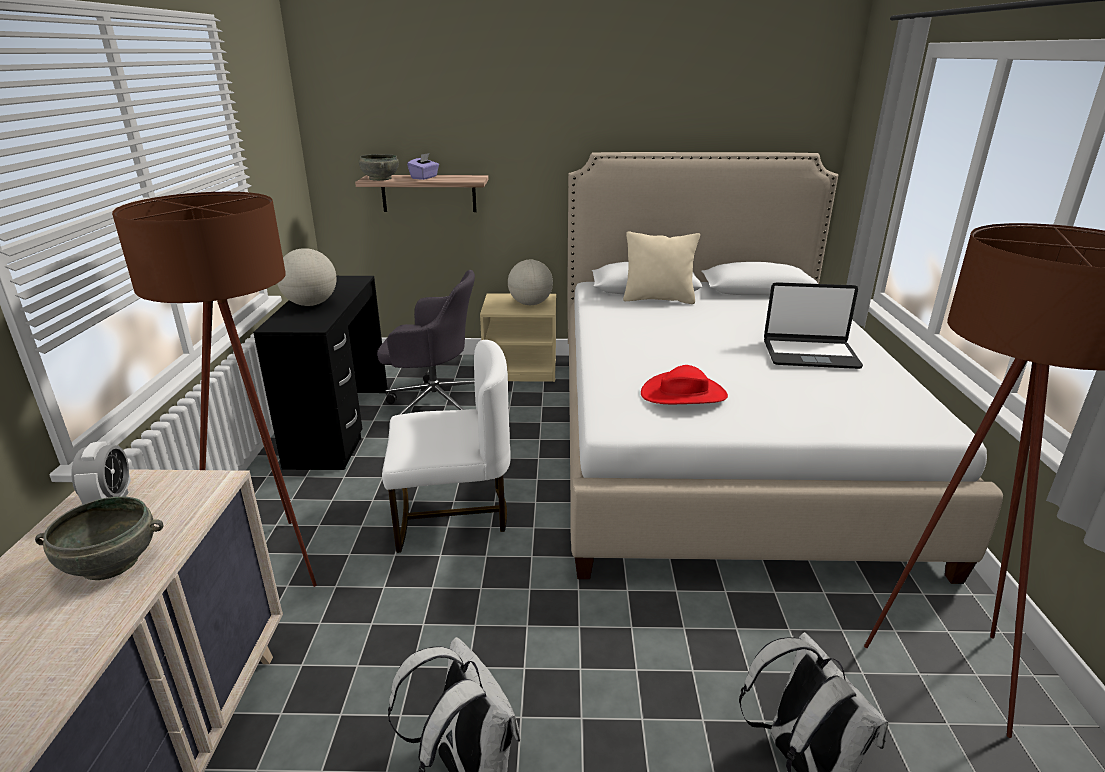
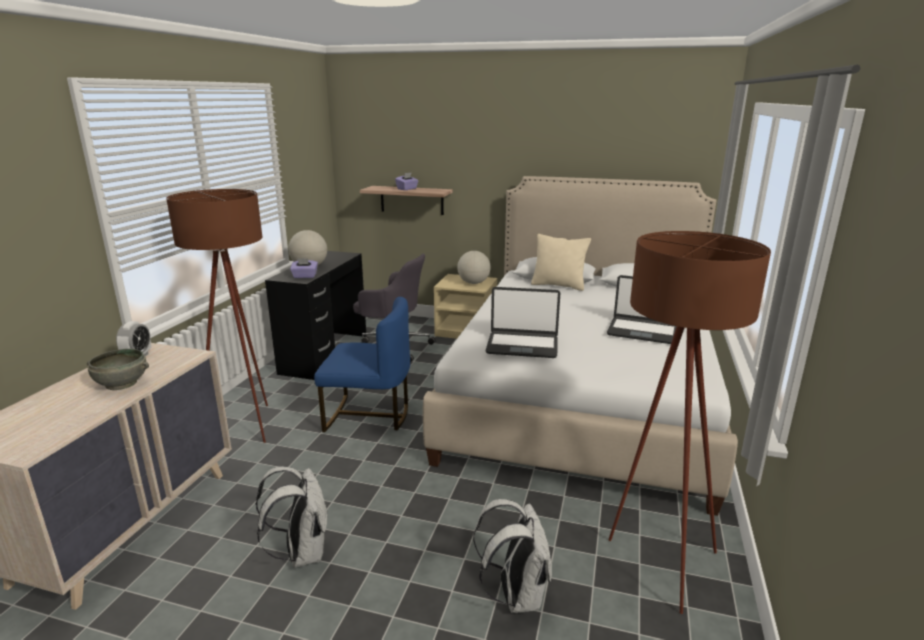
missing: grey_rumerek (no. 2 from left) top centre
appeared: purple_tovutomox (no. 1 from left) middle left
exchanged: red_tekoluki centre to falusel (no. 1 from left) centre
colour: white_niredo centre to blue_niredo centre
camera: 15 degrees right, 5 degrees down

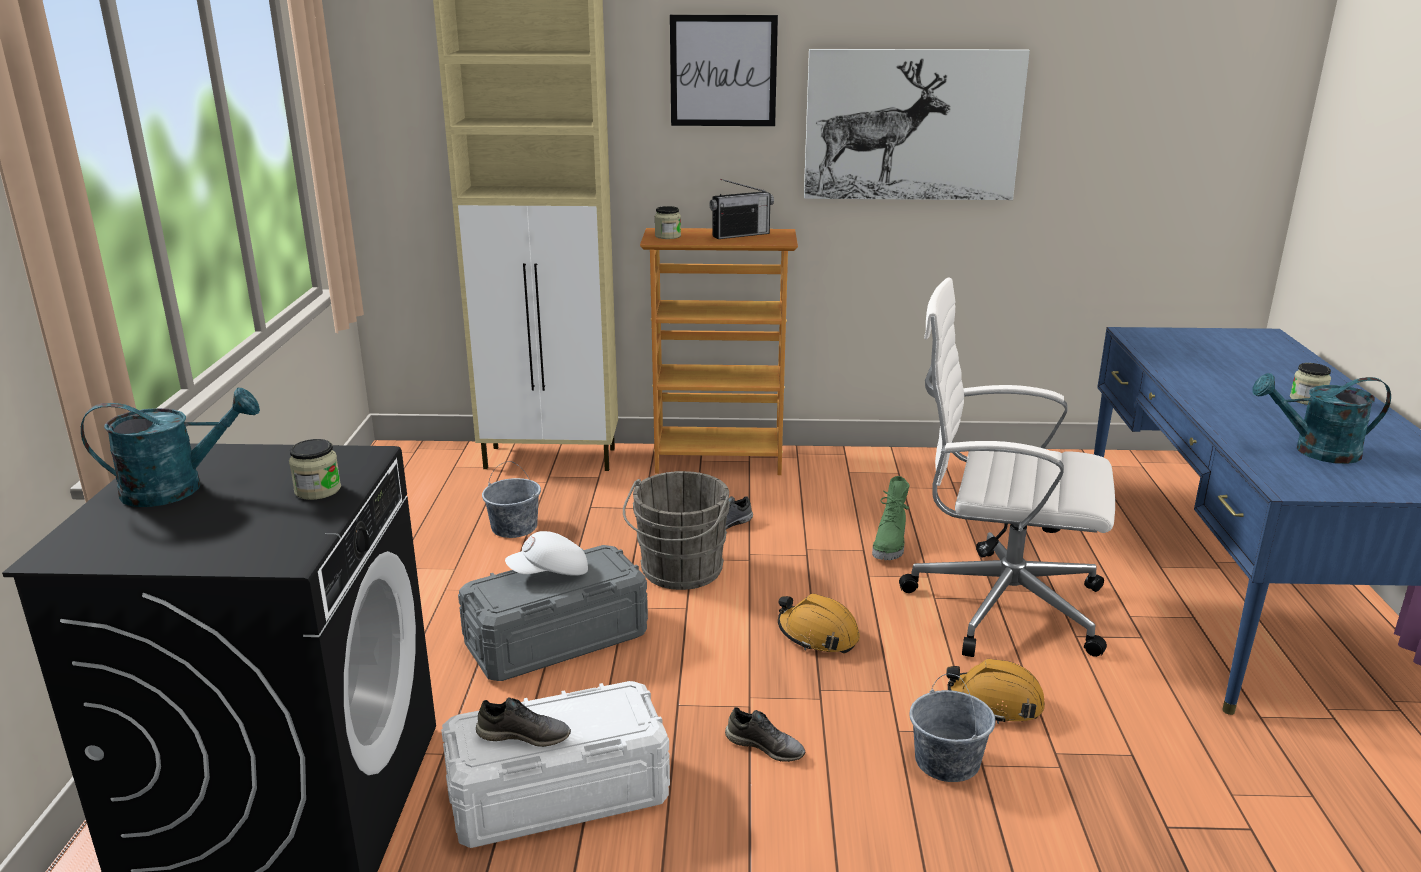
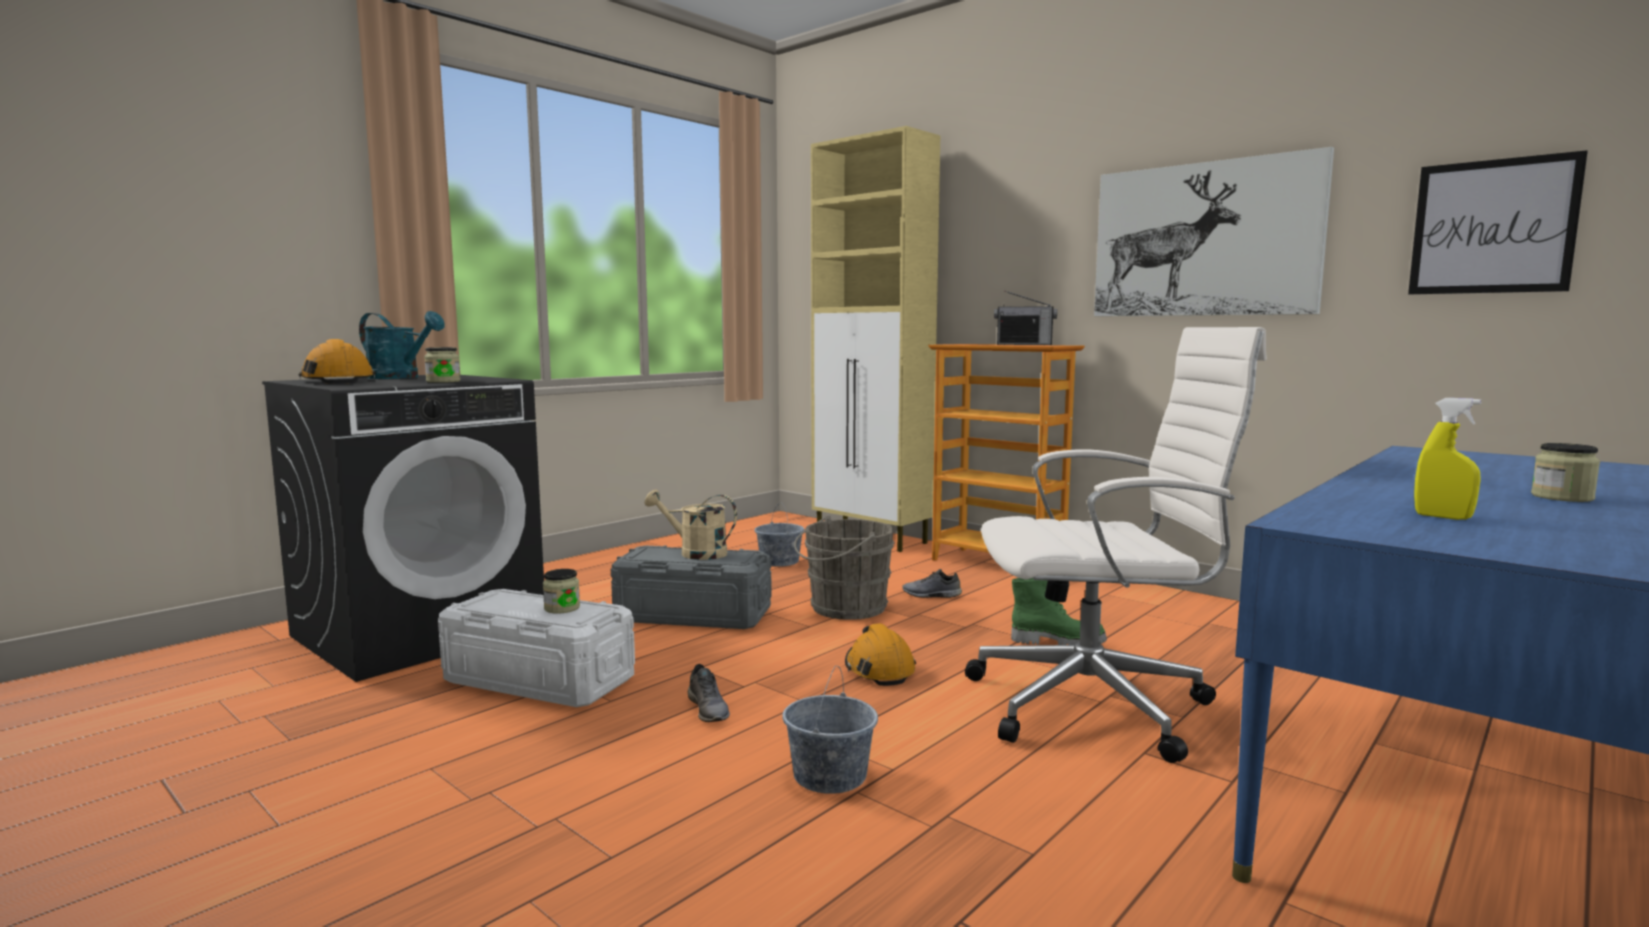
missing: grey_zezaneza (no. 1 from left) bottom centre
relocated: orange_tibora (no. 2 from left in the first image) bottom right to orange_tibora (no. 1 from left) middle left; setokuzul (no. 2 from left) top centre to centre; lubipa (no. 1 from left in the first image) top centre to lubipa (no. 2 from left) top right
exchanged: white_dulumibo centre to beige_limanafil centre; turquoise_limanafil (no. 2 from left) middle right to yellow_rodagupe middle right
spun: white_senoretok middle right = middle right 120 degrees clockwise; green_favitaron centre = centre 135 degrees counterclockwise
camera: 40 degrees right, 15 degrees down

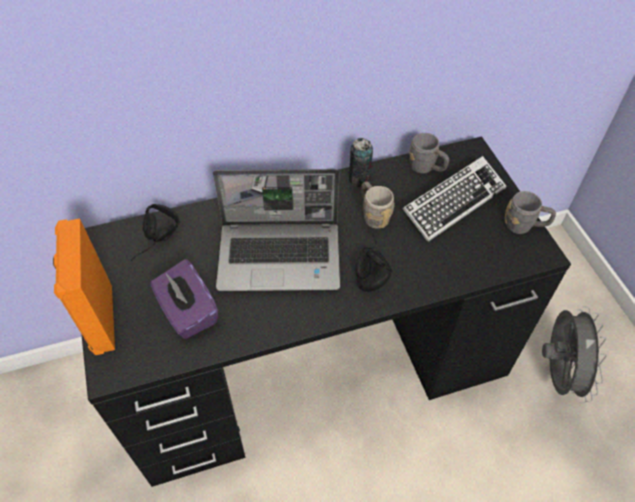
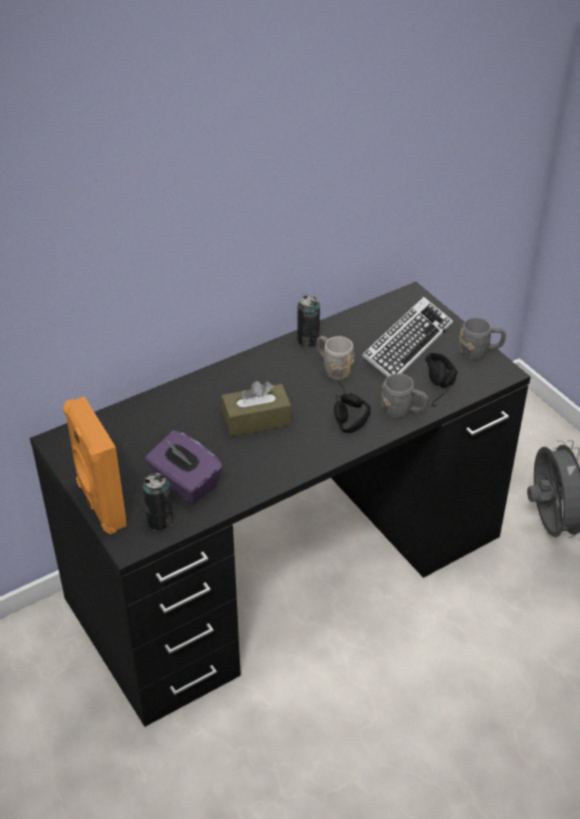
appeared: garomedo (no. 1 from left) middle left
relocated: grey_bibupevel (no. 2 from left) top right to middle right; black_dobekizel (no. 1 from left in the first image) middle left to black_dobekizel (no. 2 from left) middle right
exchanged: falusel centre to brown_tovutomox centre
camera: 15 degrees left, 10 degrees down

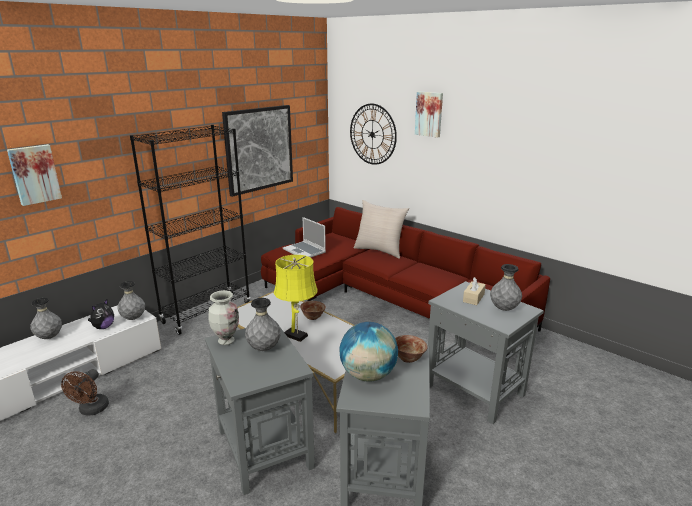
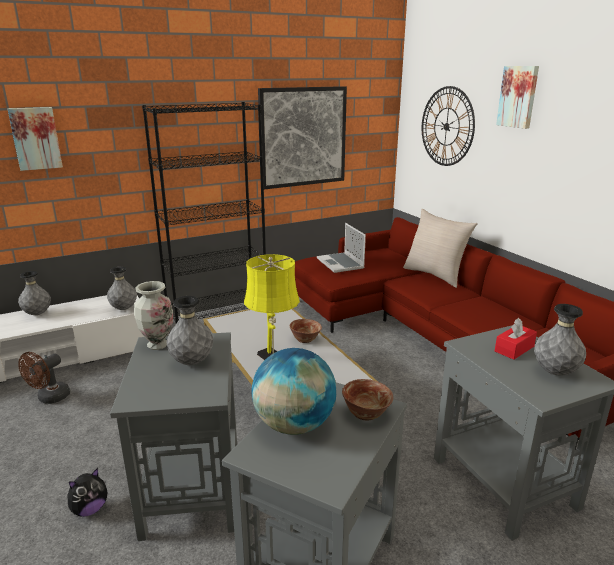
relocated: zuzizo middle left to bottom left
colour: beige_tovutomox middle right to red_tovutomox middle right
camera: 20 degrees right, 0 degrees up

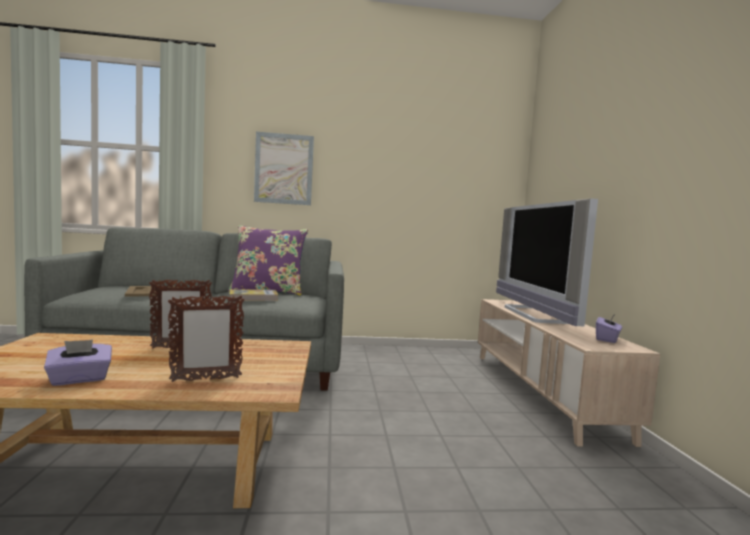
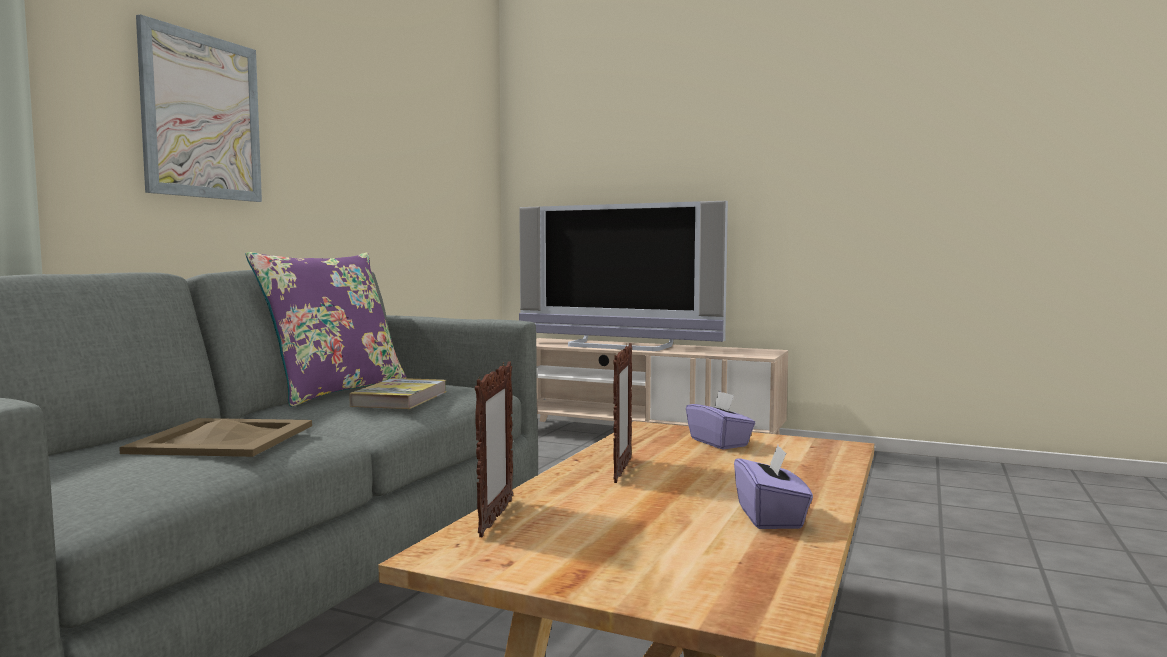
relocated: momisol (no. 2 from left in the first image) middle left to momisol (no. 1 from left) bottom centre; purple_tovutomox (no. 2 from left in the first image) middle right to purple_tovutomox (no. 1 from left) centre
camera: 60 degrees left, 0 degrees up

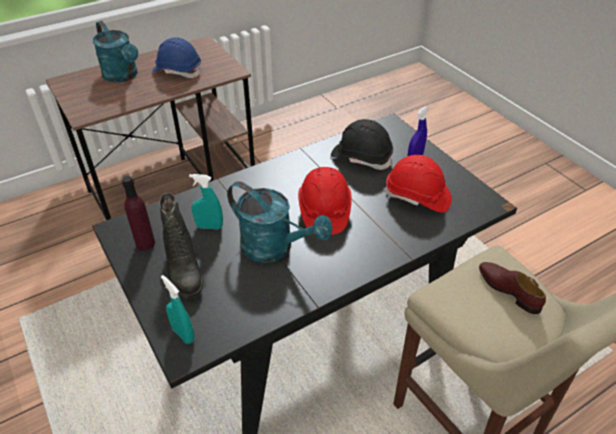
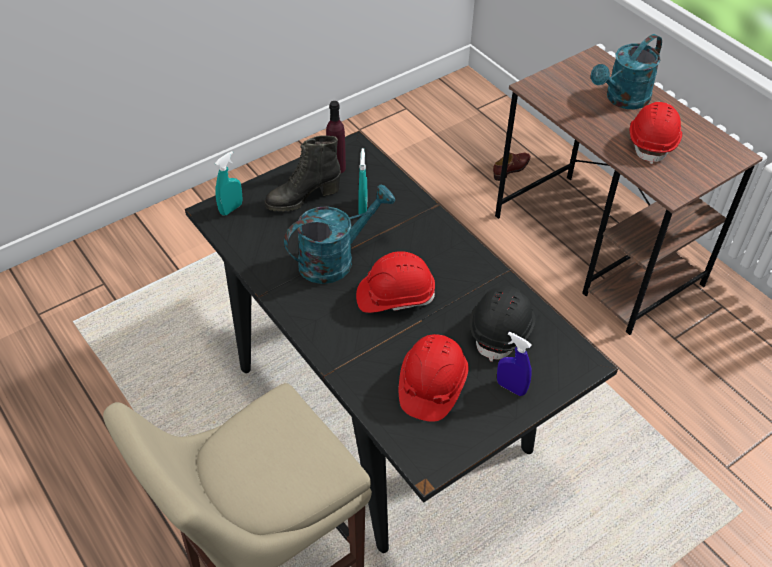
relocated: brown_zezaneza middle right to top centre
colour: blue_tibora top left to red_tibora (no. 3 from left) top right
spun: turquoise_limanafil (no. 2 from left in the first image) centre = centre 150 degrees counterclockwise
camera: 85 degrees right, 5 degrees up

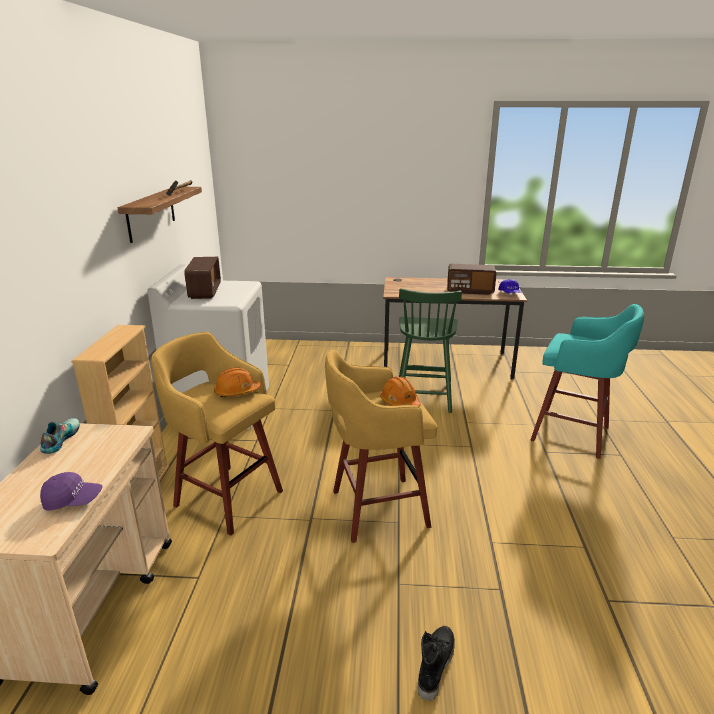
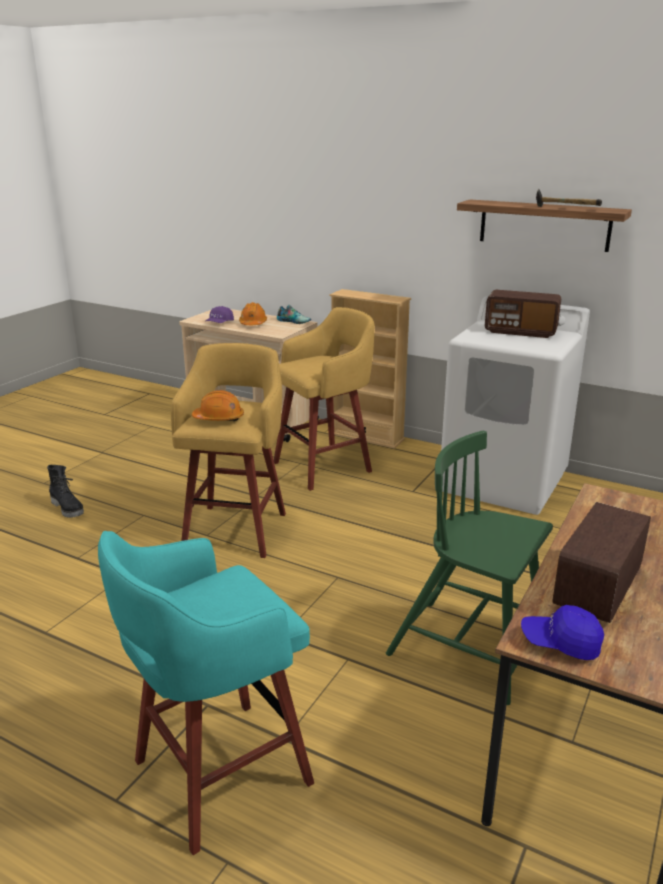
relocated: orange_tibora (no. 1 from left in the first image) middle left to orange_tibora (no. 2 from left) centre
camera: 115 degrees right, 0 degrees up

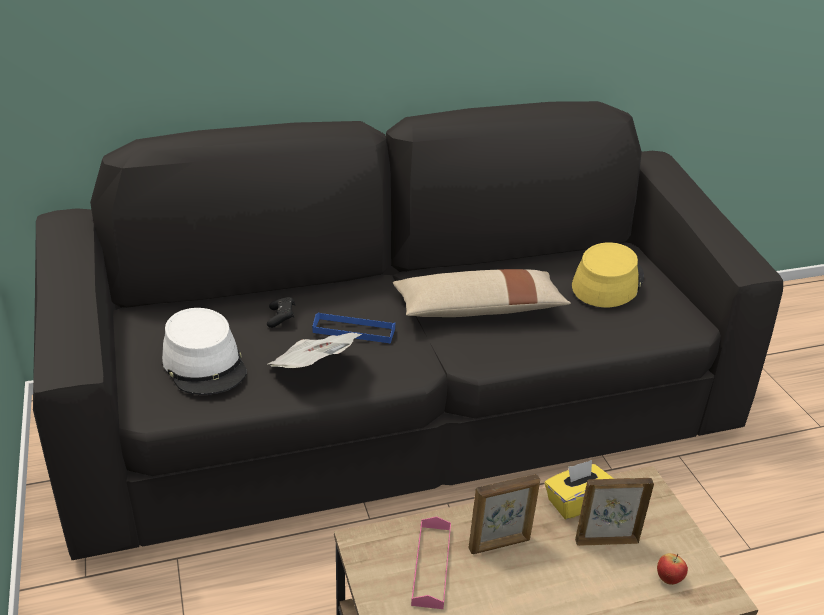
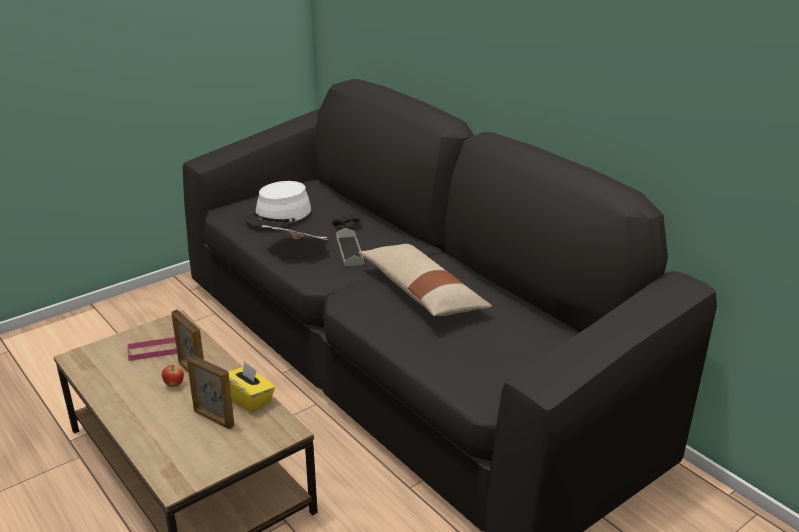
missing: yellow_tekoluki middle right
relocated: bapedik bottom right to bottom left
colour: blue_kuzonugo centre to grey_kuzonugo centre
spun: momisol (no. 2 from left) bottom right = bottom left 150 degrees clockwise
camera: 70 degrees right, 5 degrees down

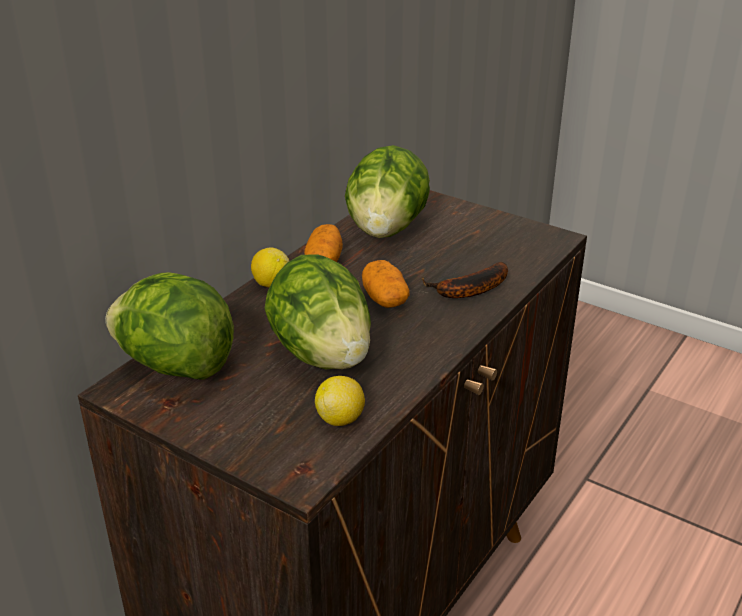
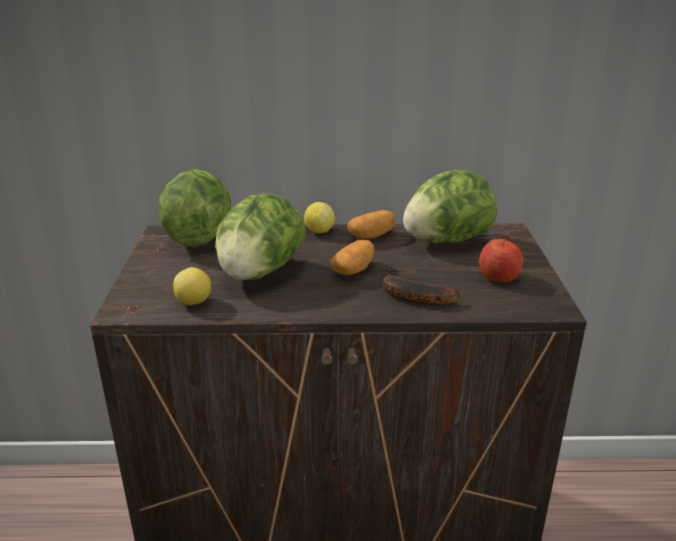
appeared: bapedik middle right
camera: 55 degrees right, 5 degrees down

